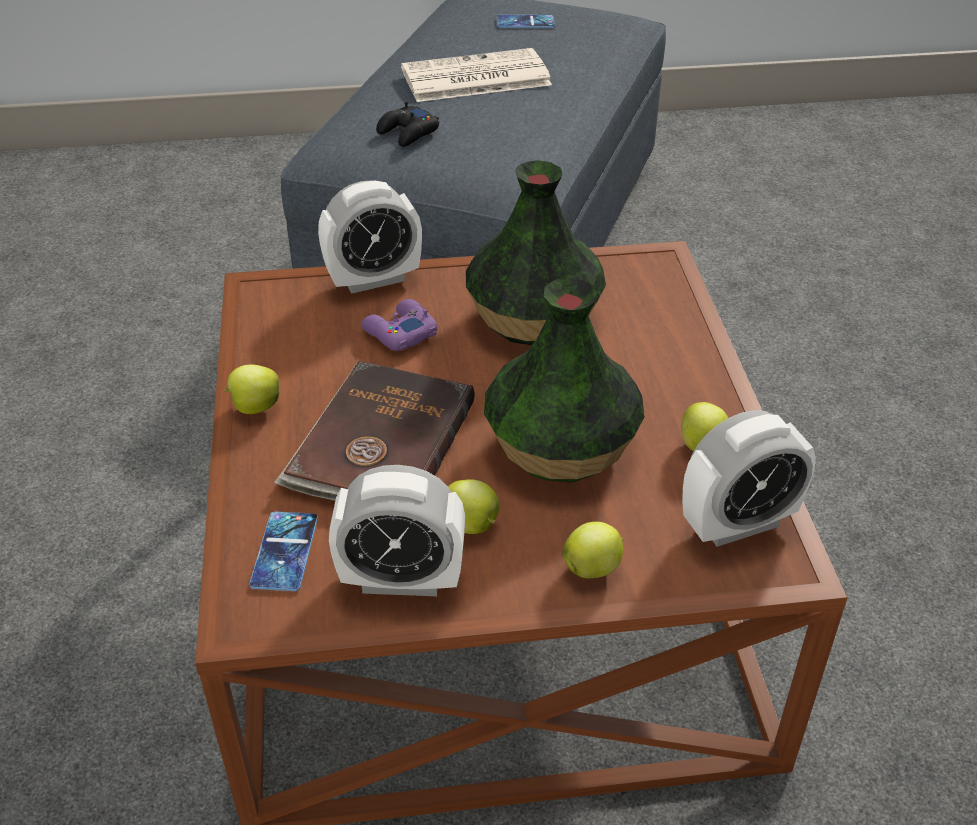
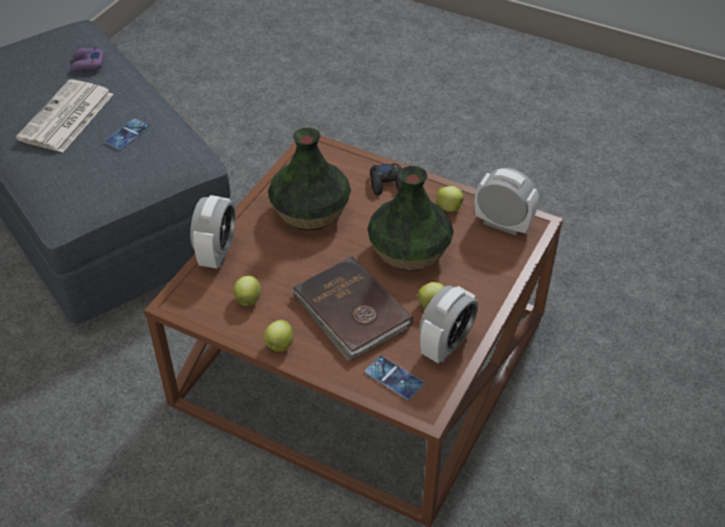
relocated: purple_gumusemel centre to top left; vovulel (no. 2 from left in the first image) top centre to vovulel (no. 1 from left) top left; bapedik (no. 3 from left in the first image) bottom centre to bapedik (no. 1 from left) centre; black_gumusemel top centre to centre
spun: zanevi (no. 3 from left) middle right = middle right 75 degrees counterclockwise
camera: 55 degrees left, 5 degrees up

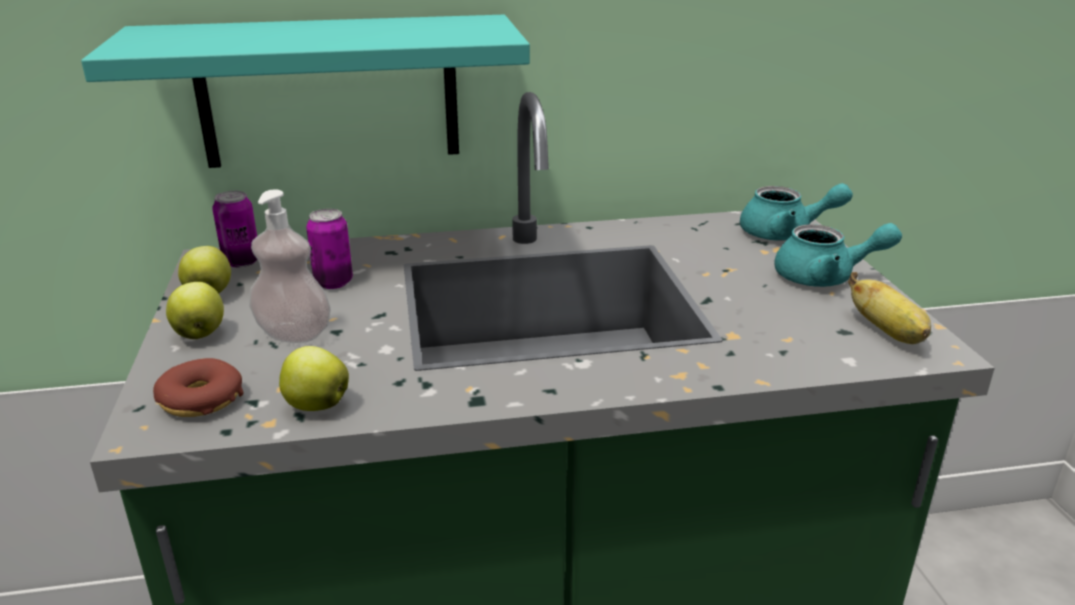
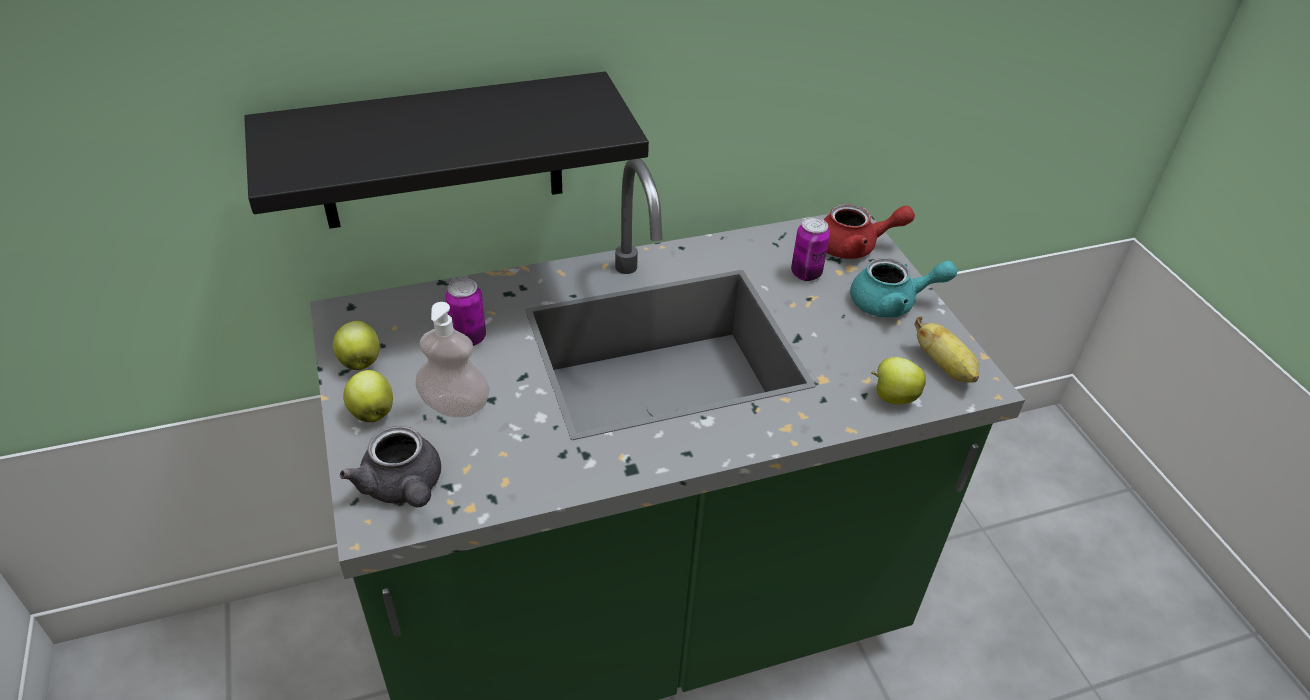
relocated: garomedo (no. 1 from left in the first image) middle left to garomedo (no. 2 from left) centre; bapedik (no. 3 from left) middle left to middle right
exchanged: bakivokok middle left to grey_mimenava middle left
colour: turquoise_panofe top left to black_panofe top centre; turquoise_mimenava (no. 1 from left) middle right to red_mimenava top centre
camera: 10 degrees left, 15 degrees up

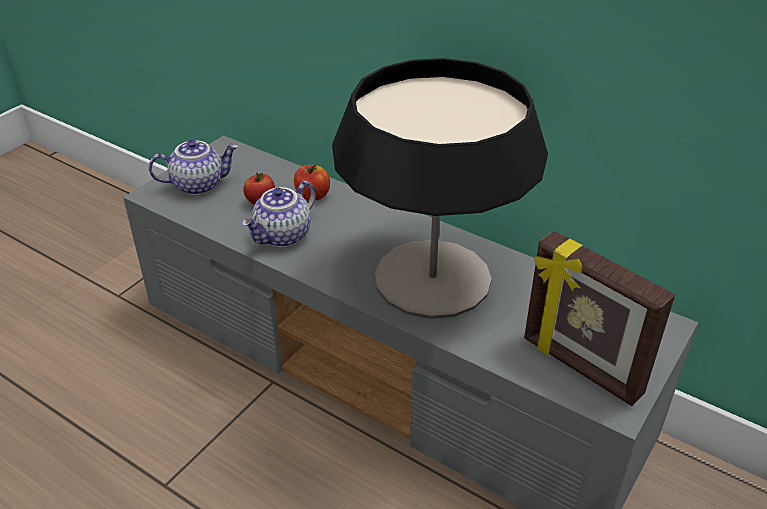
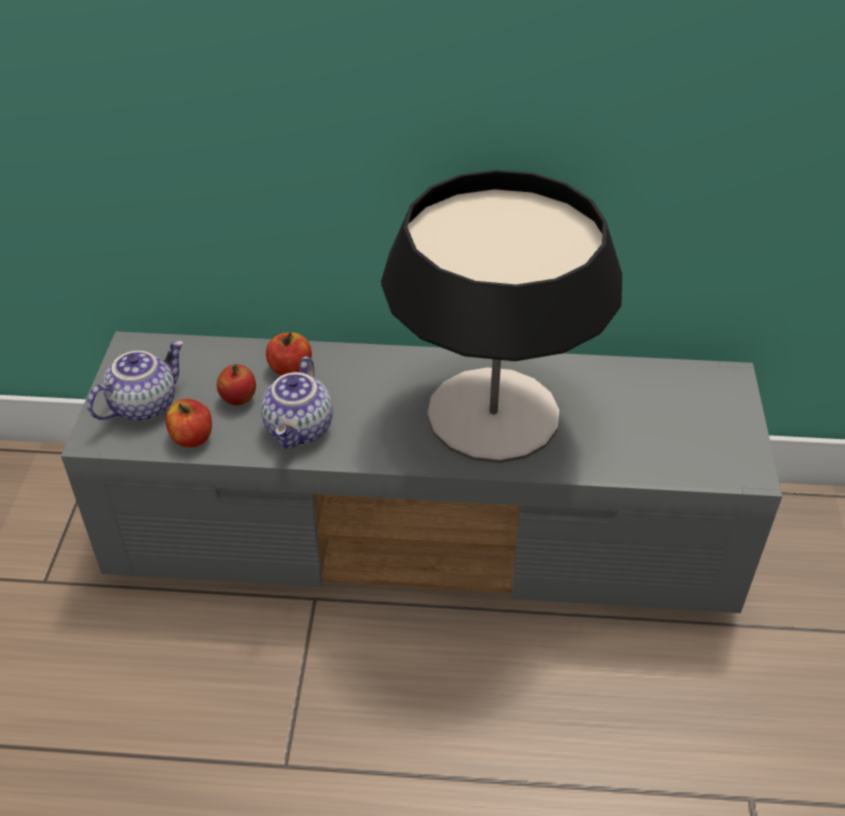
missing: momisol middle right
appeared: bapedik (no. 1 from left) middle left
camera: 30 degrees left, 5 degrees up

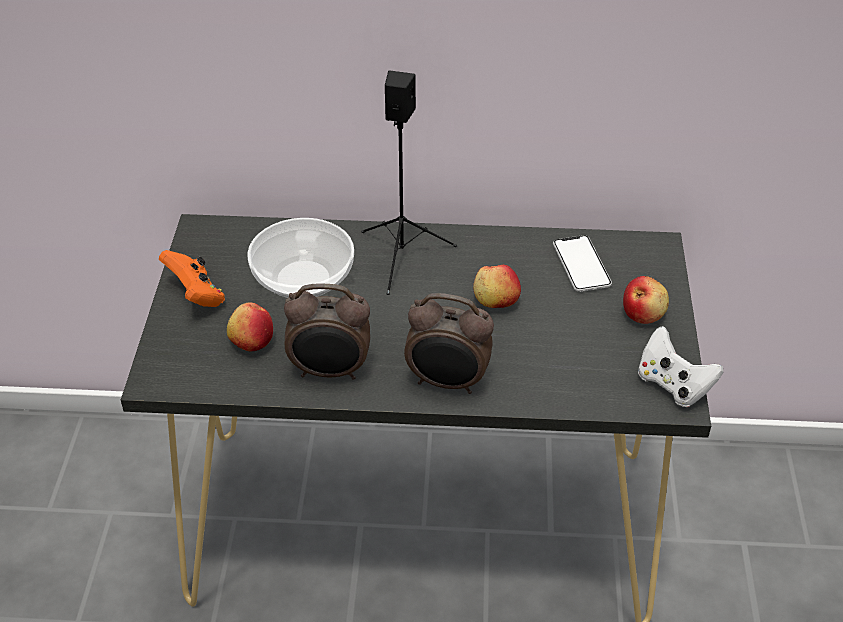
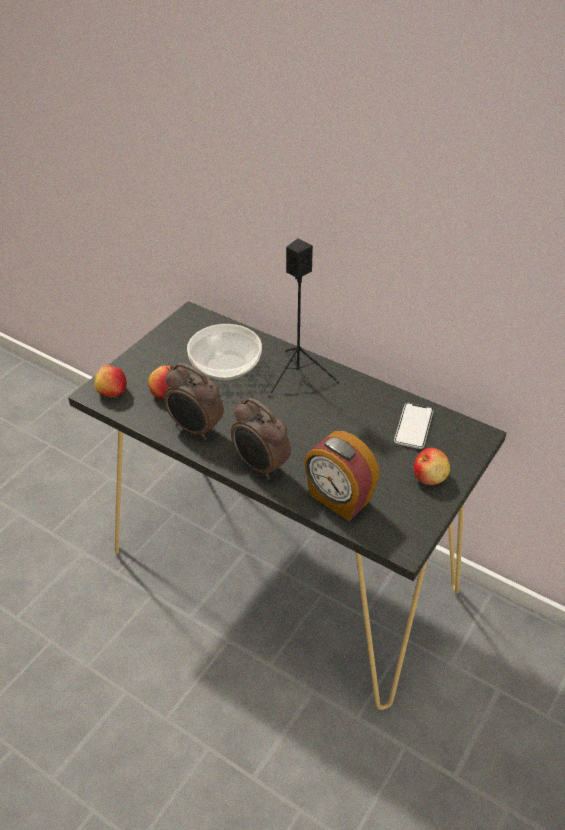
missing: orange_gumusemel middle left; white_gumusemel middle right
appeared: zanevi (no. 3 from left) centre
relocated: bapedik (no. 2 from left in the first image) centre to bapedik (no. 1 from left) middle left
camera: 30 degrees right, 0 degrees up

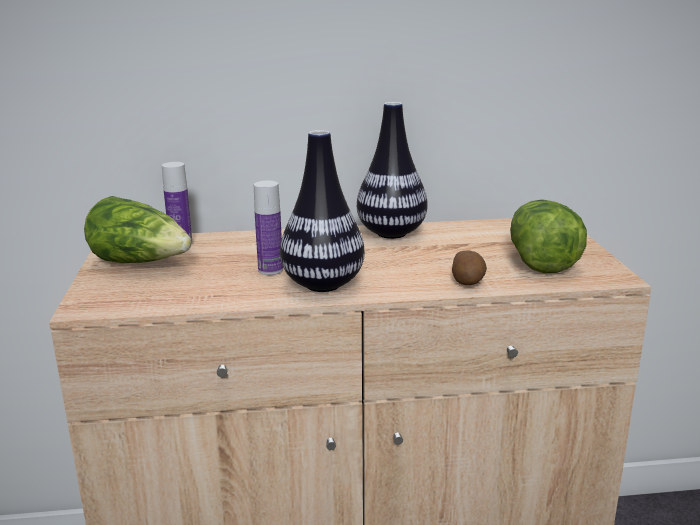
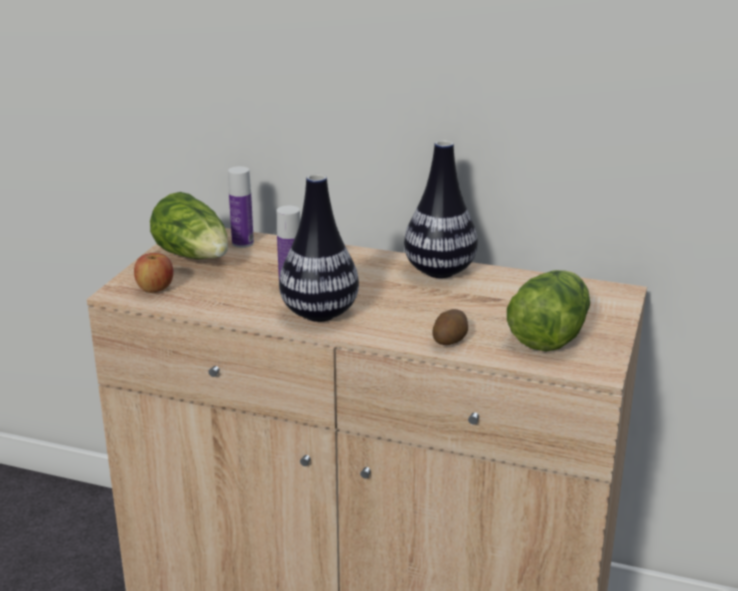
appeared: bapedik middle left
camera: 25 degrees right, 5 degrees up

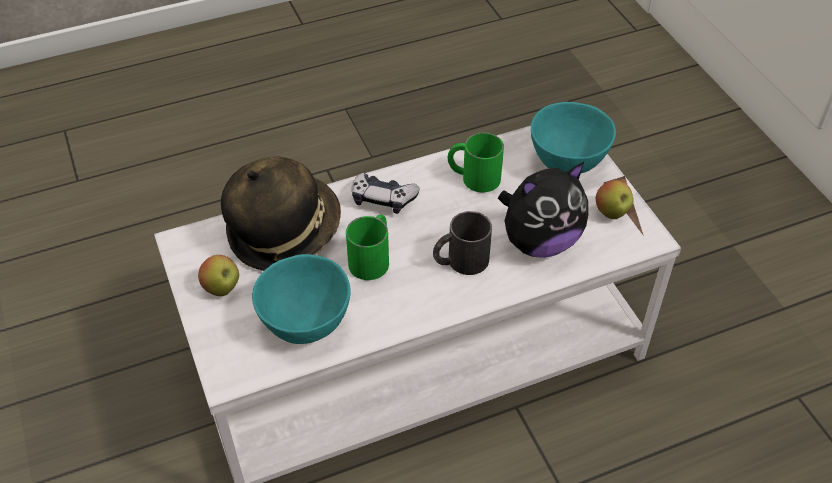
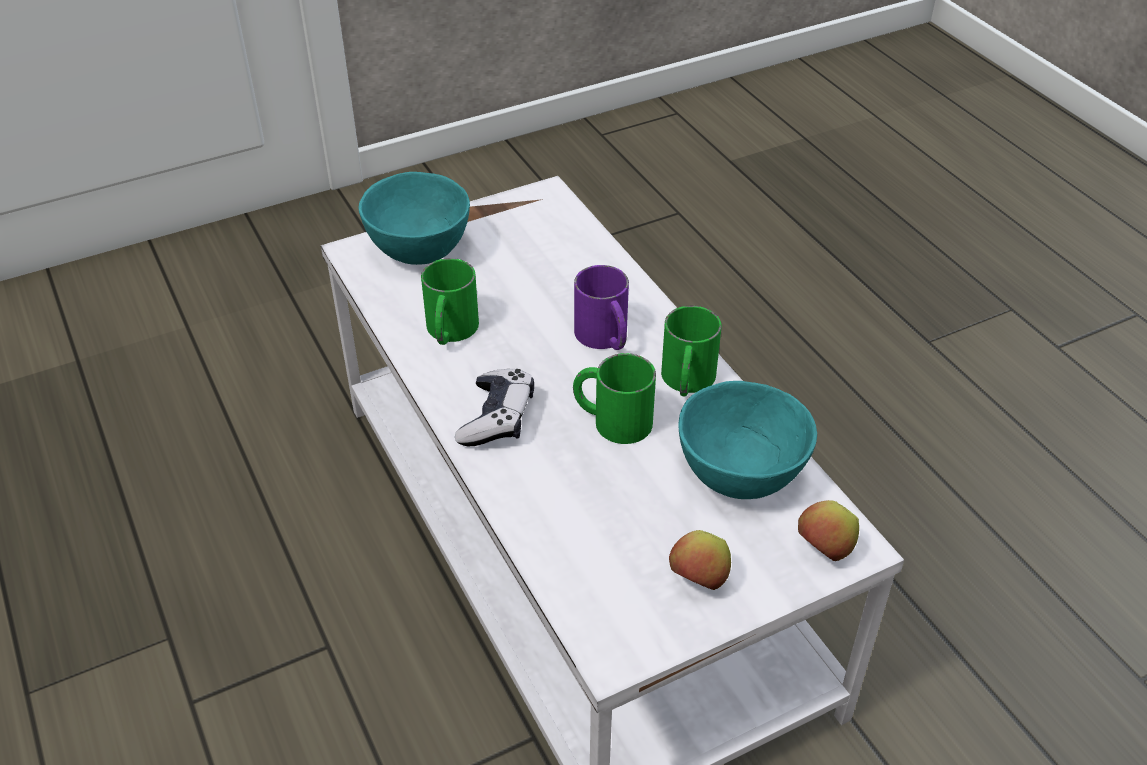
missing: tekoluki centre; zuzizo centre
appeared: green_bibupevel (no. 3 from left) centre
relocated: bapedik (no. 2 from left) middle right to bottom right
colour: black_bibupevel centre to purple_bibupevel centre
camera: 95 degrees left, 5 degrees down

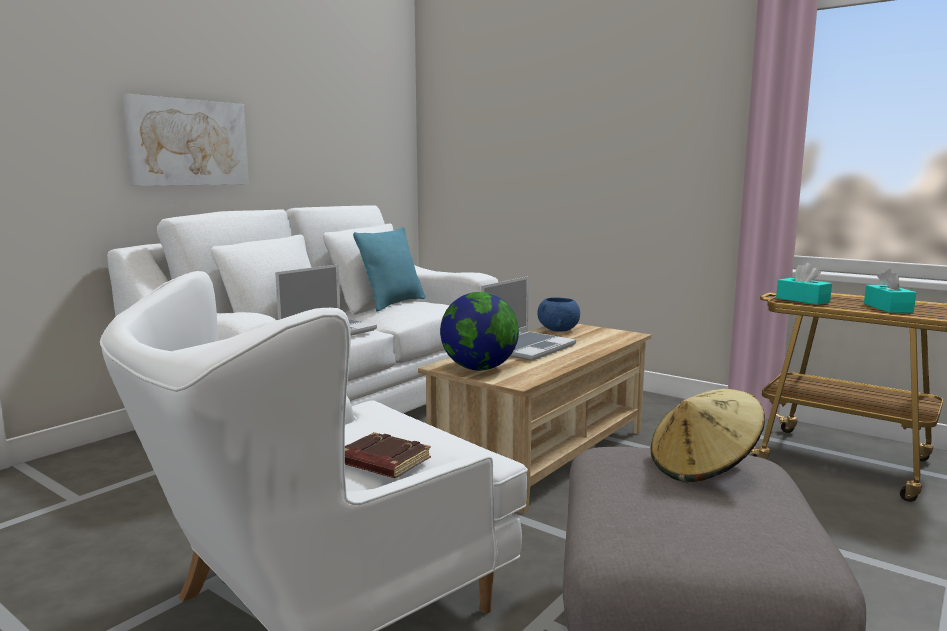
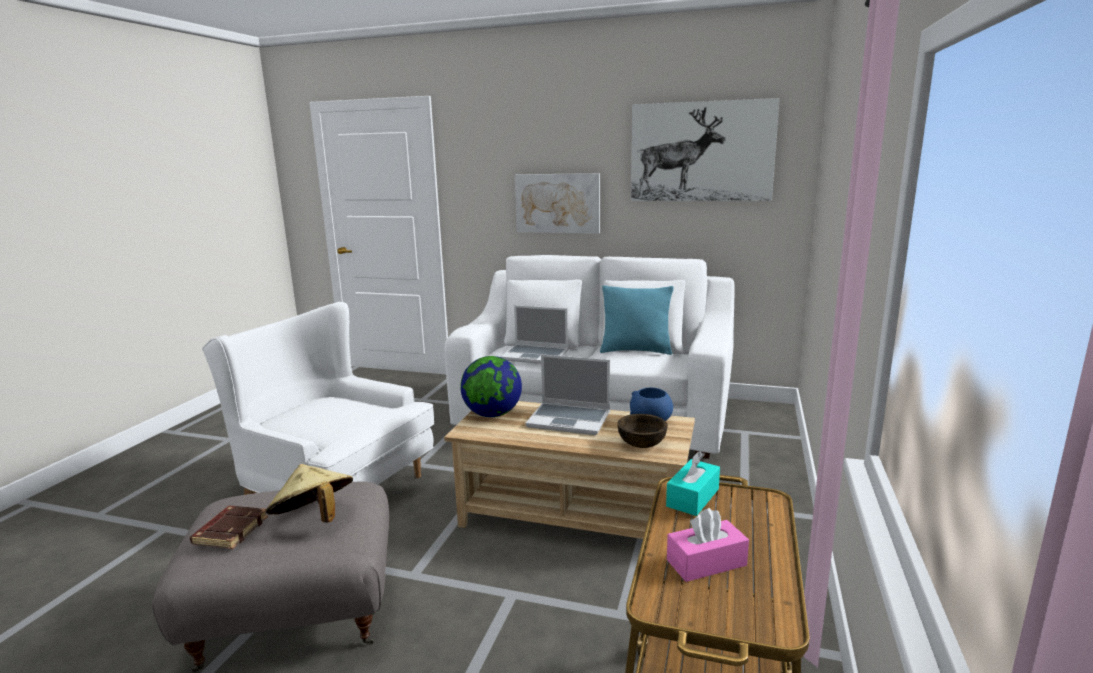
appeared: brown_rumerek centre; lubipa (no. 2 from left) top centre
relocated: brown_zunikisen bottom centre to bottom left
colour: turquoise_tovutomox (no. 2 from left) middle right to pink_tovutomox bottom centre
camera: 70 degrees right, 5 degrees up

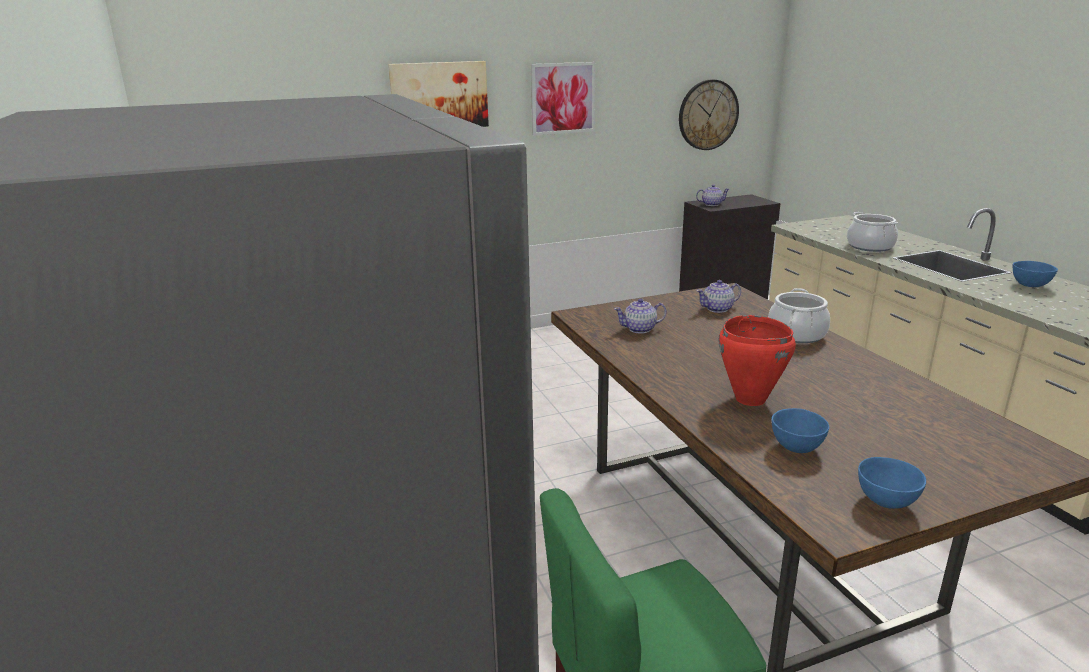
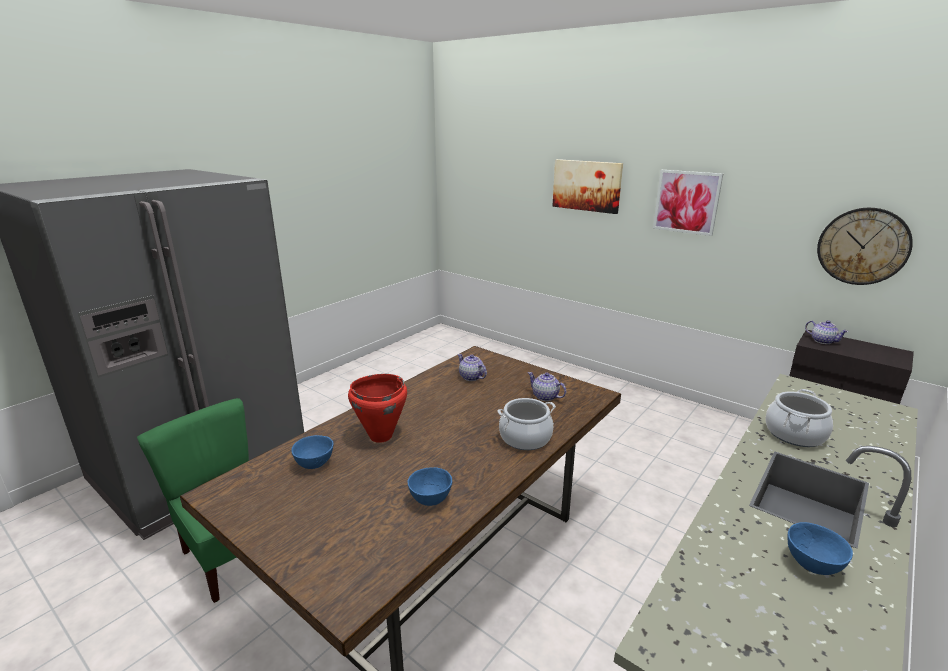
relocated: blue_rumerek (no. 2 from left) bottom right to bottom centre
camera: 60 degrees right, 0 degrees up

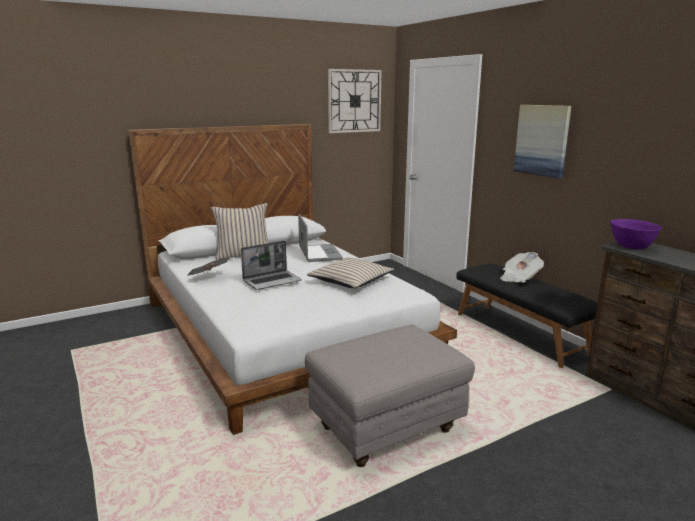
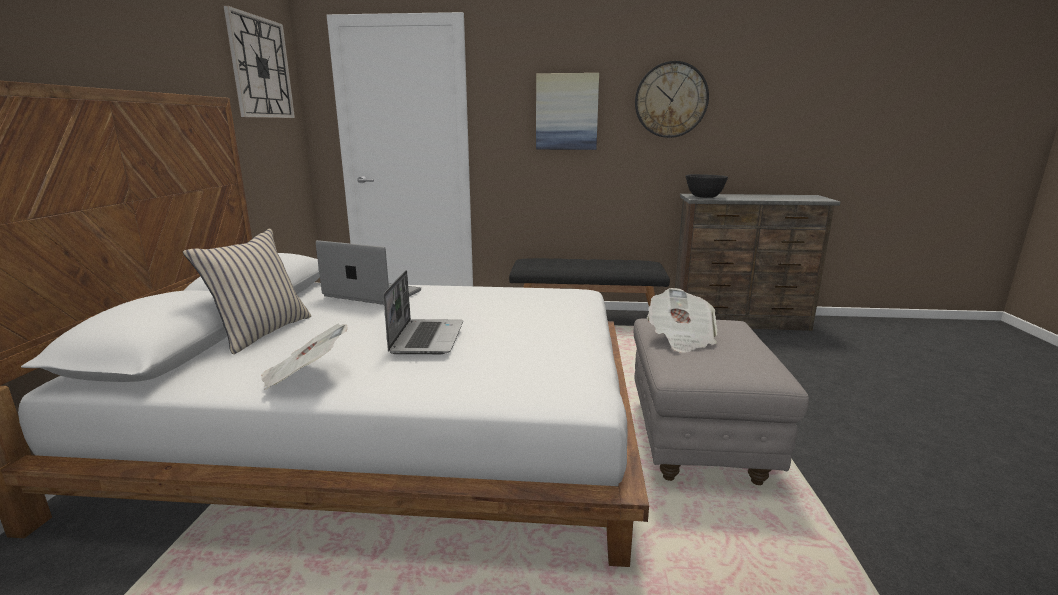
missing: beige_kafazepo (no. 2 from left) centre
appeared: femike (no. 2 from left) top centre
relocated: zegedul (no. 2 from left) middle right to centre
colour: purple_rumerek middle right to black_rumerek top right
camera: 55 degrees left, 0 degrees up

